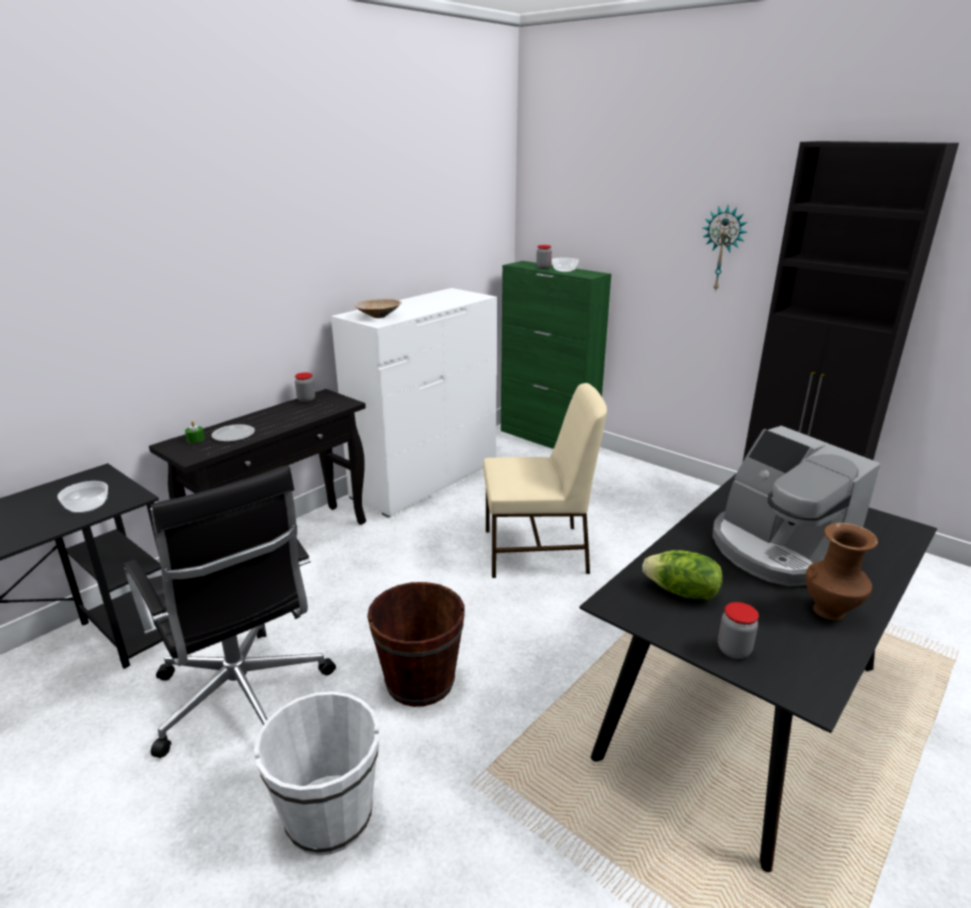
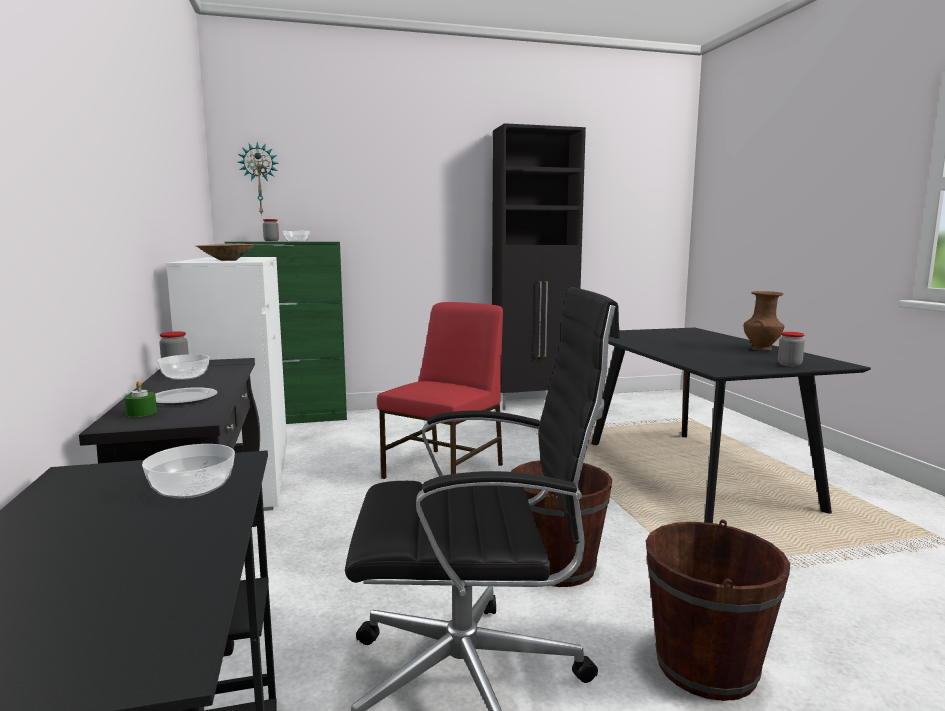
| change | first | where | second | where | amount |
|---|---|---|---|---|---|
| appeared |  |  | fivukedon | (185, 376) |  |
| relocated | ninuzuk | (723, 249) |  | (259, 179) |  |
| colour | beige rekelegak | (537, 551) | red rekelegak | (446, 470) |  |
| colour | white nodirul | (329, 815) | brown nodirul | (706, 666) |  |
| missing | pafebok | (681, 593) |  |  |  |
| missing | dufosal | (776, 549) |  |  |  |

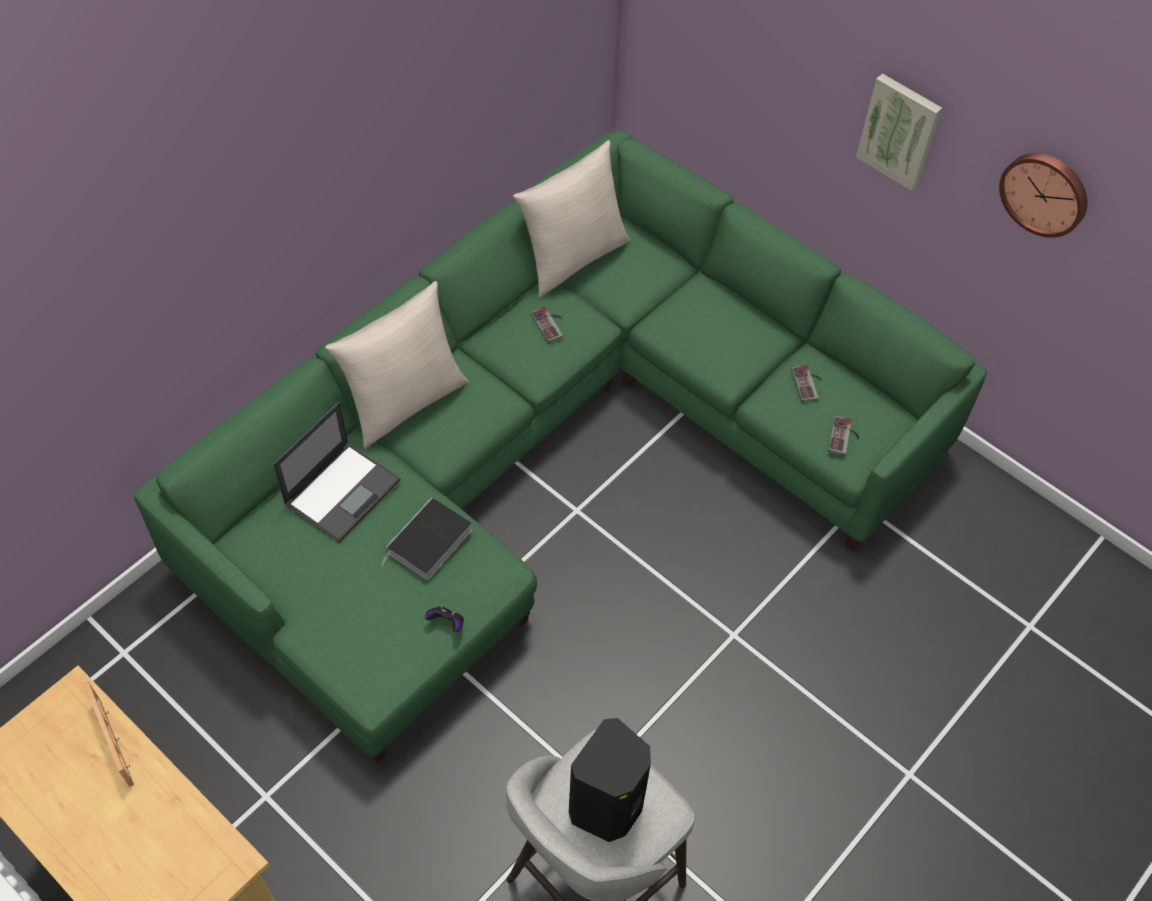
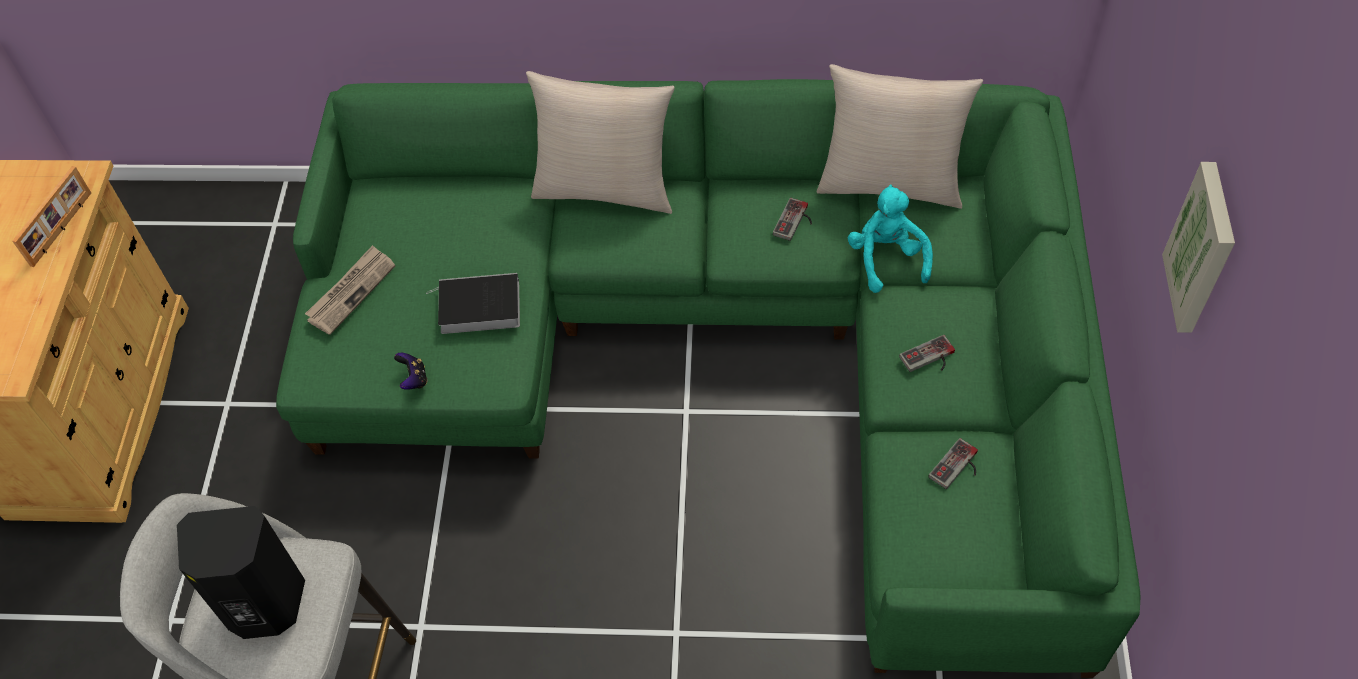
| change | first | where | second | where | amount |
|---|---|---|---|---|---|
| appeared |  |  | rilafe | (351, 291) |  |
| appeared |  |  | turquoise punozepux | (887, 258) |  |
| relocated | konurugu | (844, 437) |  | (930, 359) |  |
| missing | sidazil | (343, 491) |  |  |  |
| missing | ninuzuk | (1045, 192) |  |  |  |

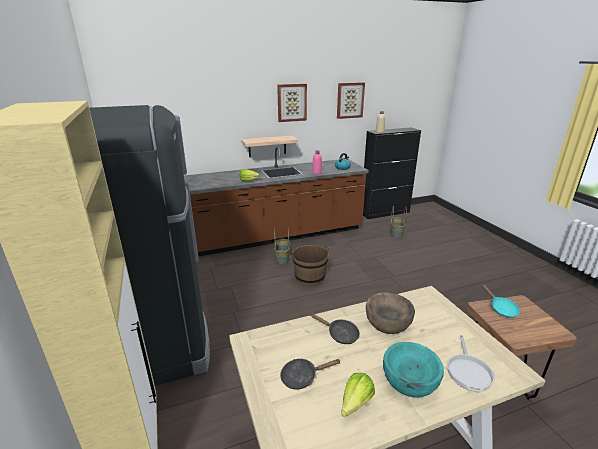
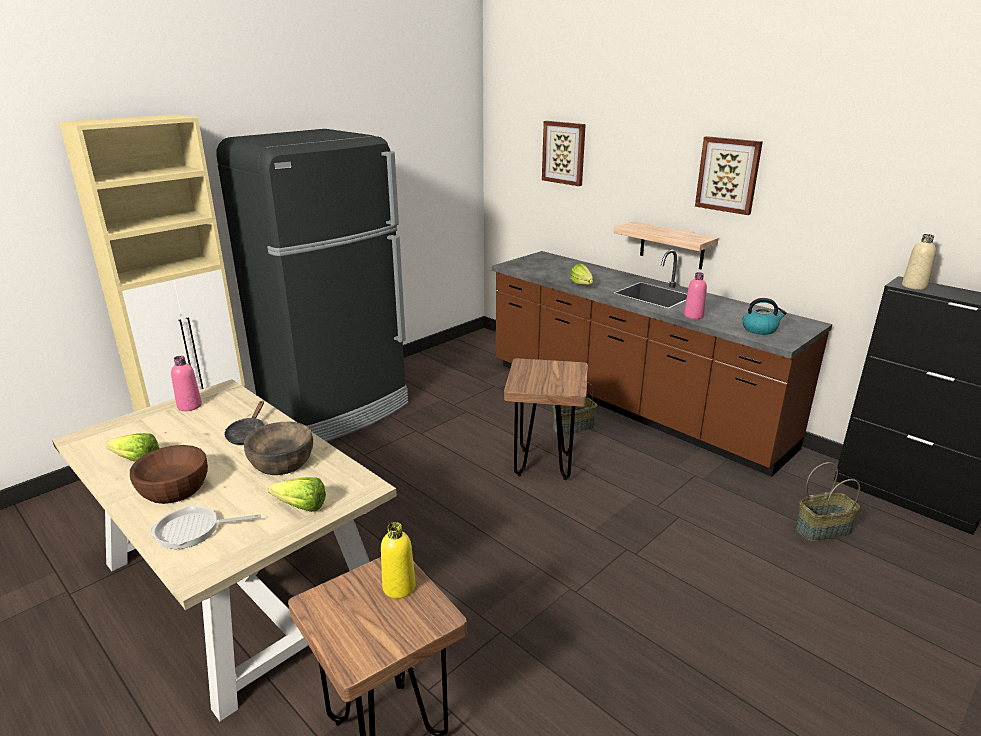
| change | first | where | second | where | amount |
|---|---|---|---|---|---|
| colour | turquoise fivukedon | (410, 380) | brown fivukedon | (174, 488) |  |
| appeared |  |  | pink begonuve | (189, 406) |  |
| appeared |  |  | pafebok | (298, 505) |  |
| exchanged | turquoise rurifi | (501, 309) | yellow begonuve | (399, 587) |  |
| exchanged | brown nodirul | (309, 277) | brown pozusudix | (544, 464) |  |
| relocated | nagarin | (350, 100) |  | (564, 153) |  |
| missing | black rurifi | (302, 377) |  |  |  |

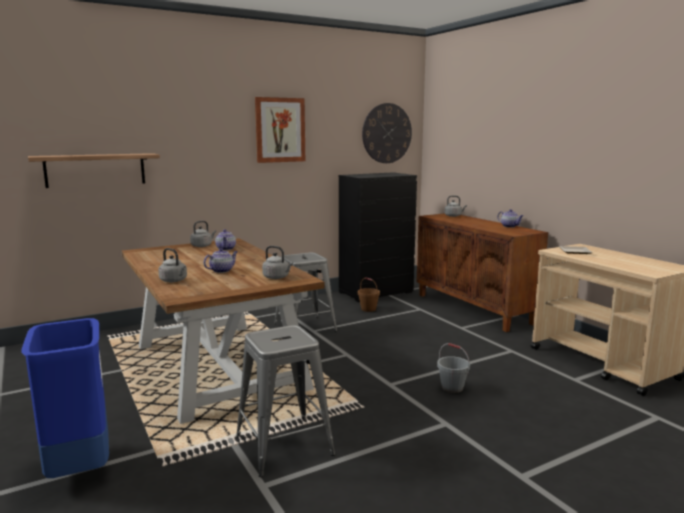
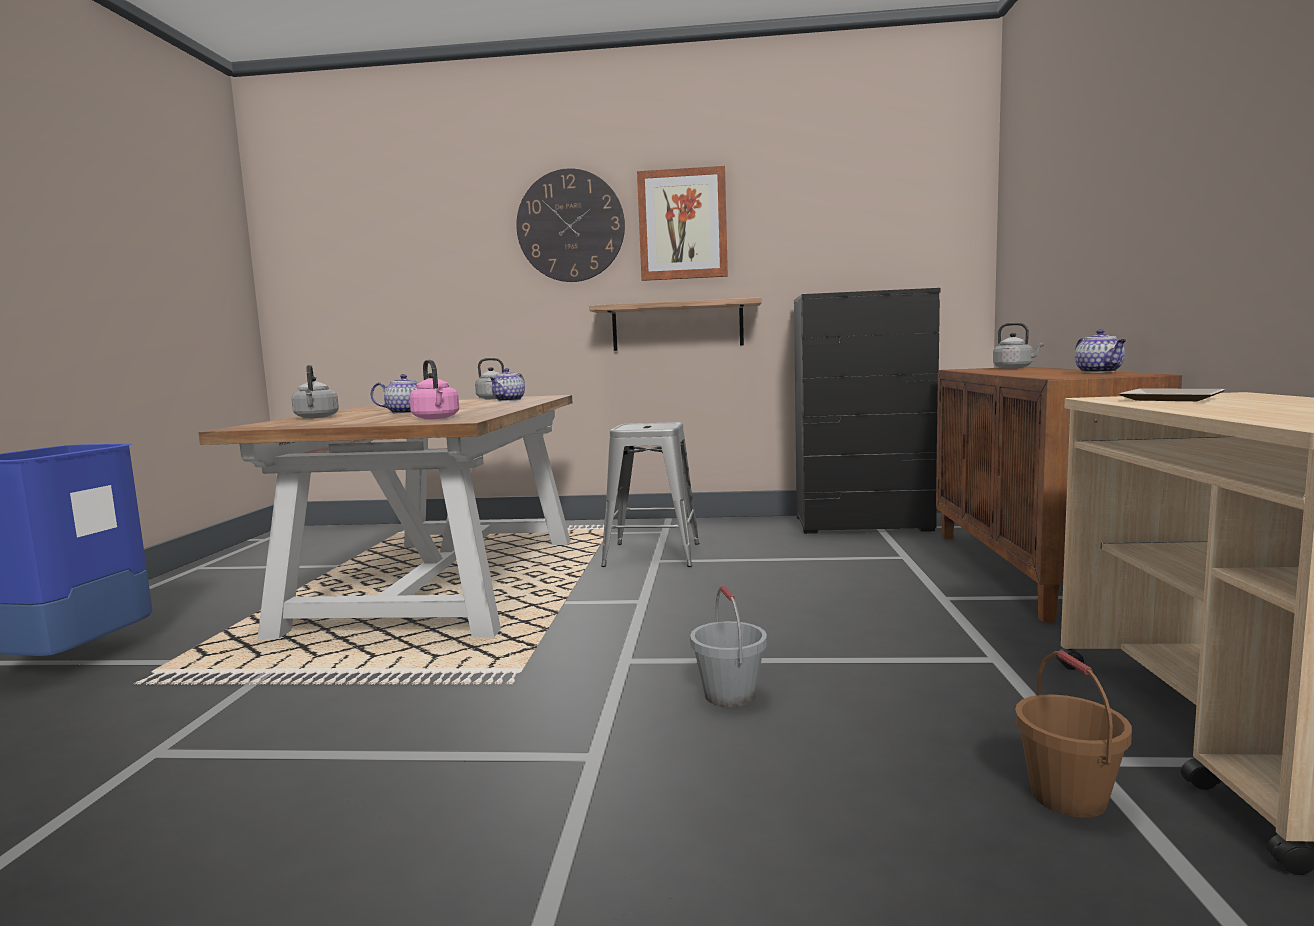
| change | first | where | second | where | amount |
|---|---|---|---|---|---|
| colour | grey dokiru | (277, 277) | pink dokiru | (436, 418) |  |
| relocated | ninuzuk | (387, 133) |  | (570, 226) |  |
| relocated | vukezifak | (95, 170) |  | (677, 326) |  |
| relocated | brown nodirul | (368, 309) |  | (1069, 797) |  |
| missing | grey pozusudix | (284, 445) |  |  |  |

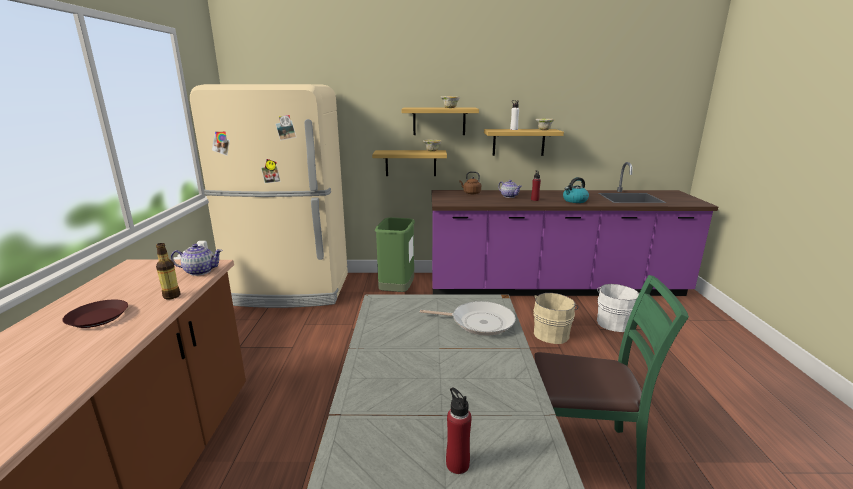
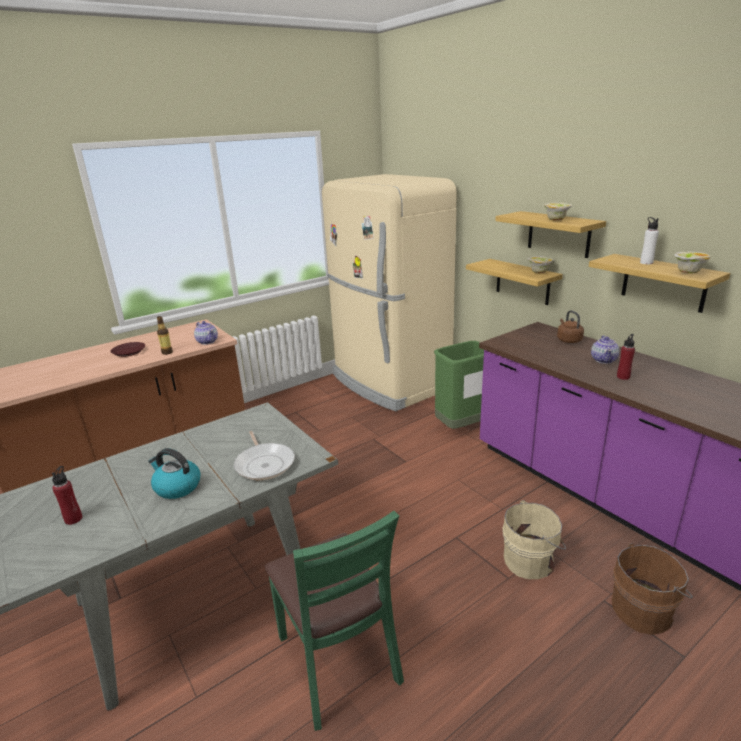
| change | first | where | second | where | amount |
|---|---|---|---|---|---|
| relocated | dokiru | (574, 200) |  | (177, 487) |  |
| colour | white nodirul | (614, 322) | brown nodirul | (644, 610) |  |

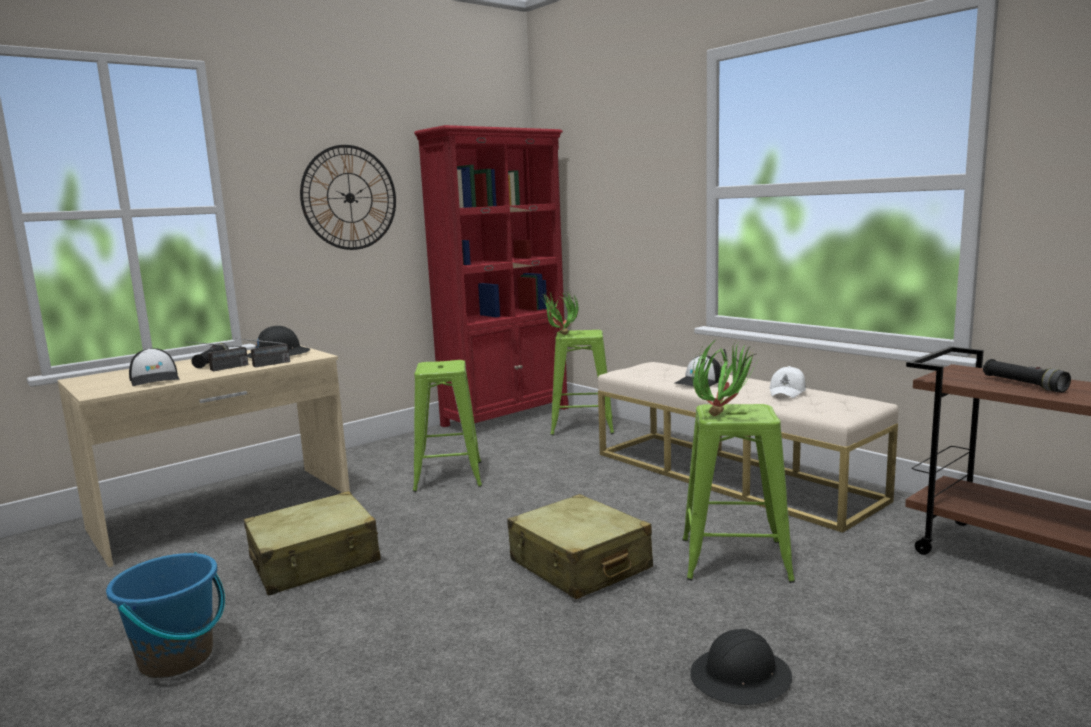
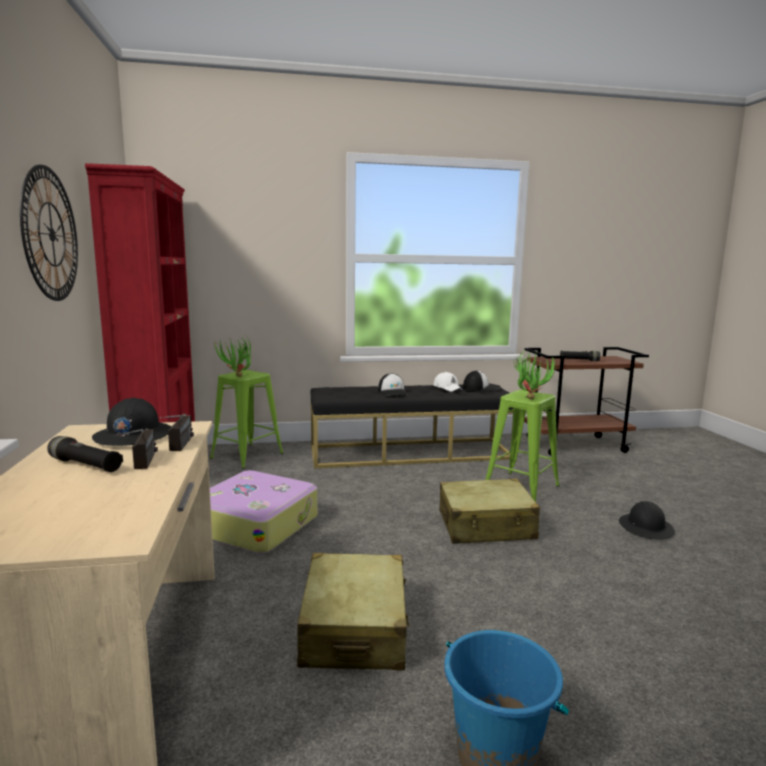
| change | first | where | second | where | amount |
|---|---|---|---|---|---|
| exchanged | green pozusudix | (448, 476) | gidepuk | (256, 524) |  |
| colour | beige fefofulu | (731, 476) | black fefofulu | (411, 453) |  |
| relocated | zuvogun | (155, 379) |  | (481, 388) |  |

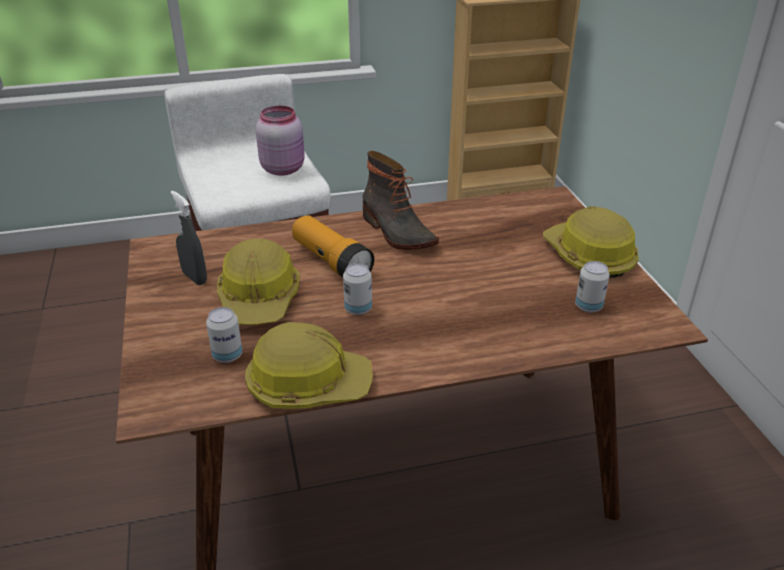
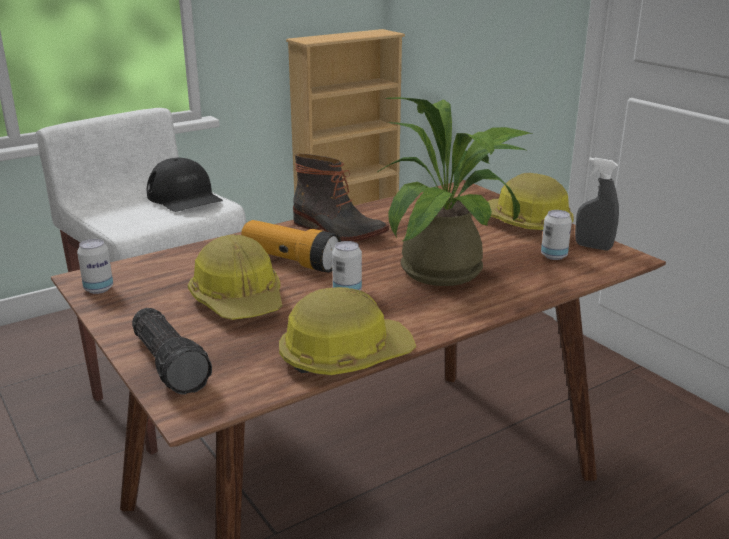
| change | first | where | second | where | amount |
|---|---|---|---|---|---|
| relocated | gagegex | (227, 355) |  | (99, 289) |  |
| appeared |  |  | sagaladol | (172, 363) |  |
| exchanged | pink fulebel | (283, 168) | black zuvogun | (185, 197) |  |
| appeared |  |  | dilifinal | (451, 269) |  |
| relocated | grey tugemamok | (194, 277) |  | (593, 247) |  |

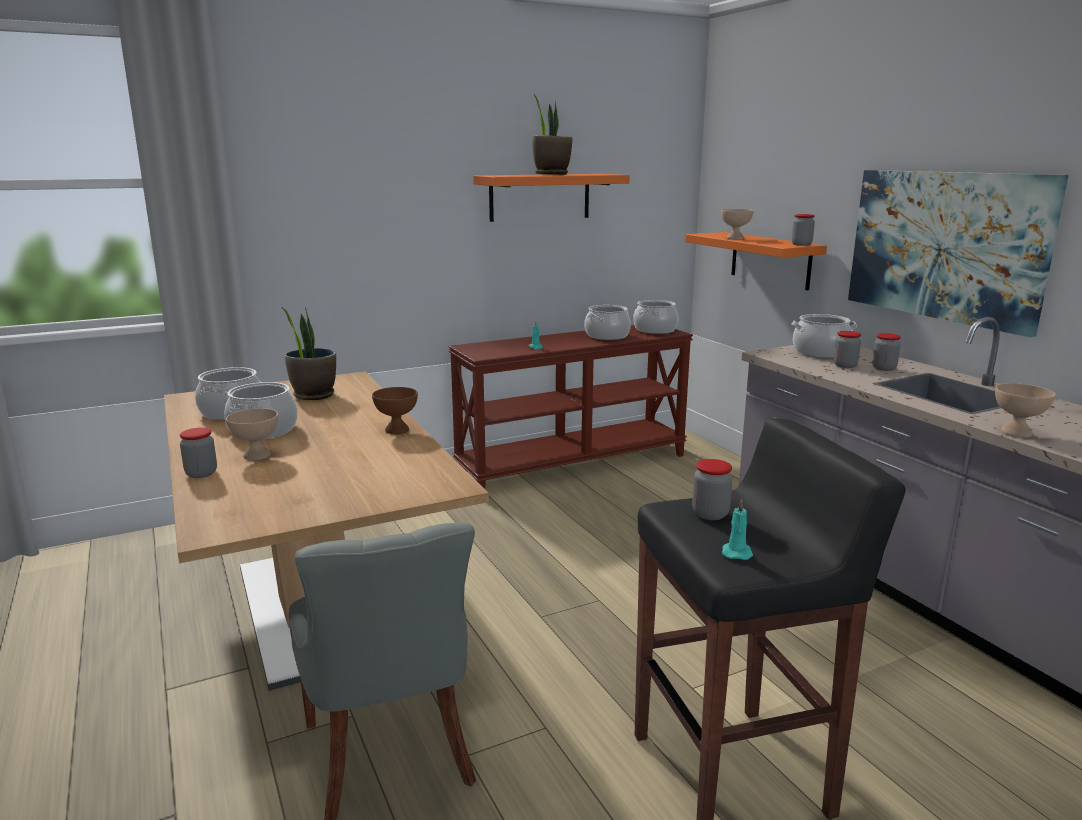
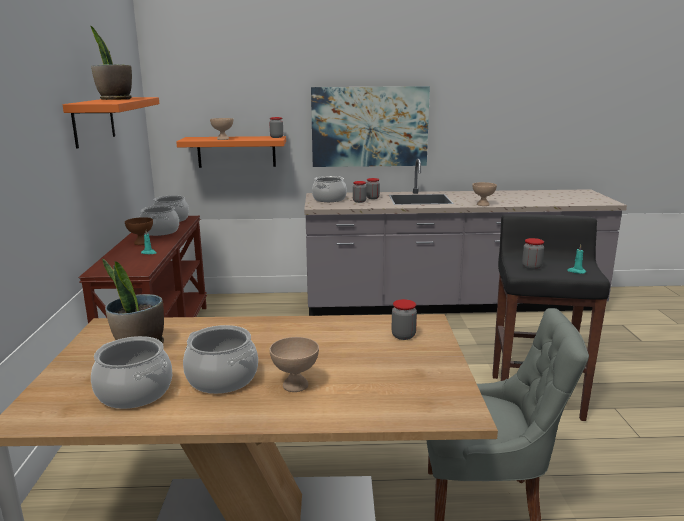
| change | first | where | second | where | amount |
|---|---|---|---|---|---|
| relocated | brown fivukedon | (398, 430) |  | (142, 243) |  |
| relocated | fulebel | (201, 473) |  | (403, 336) |  |

